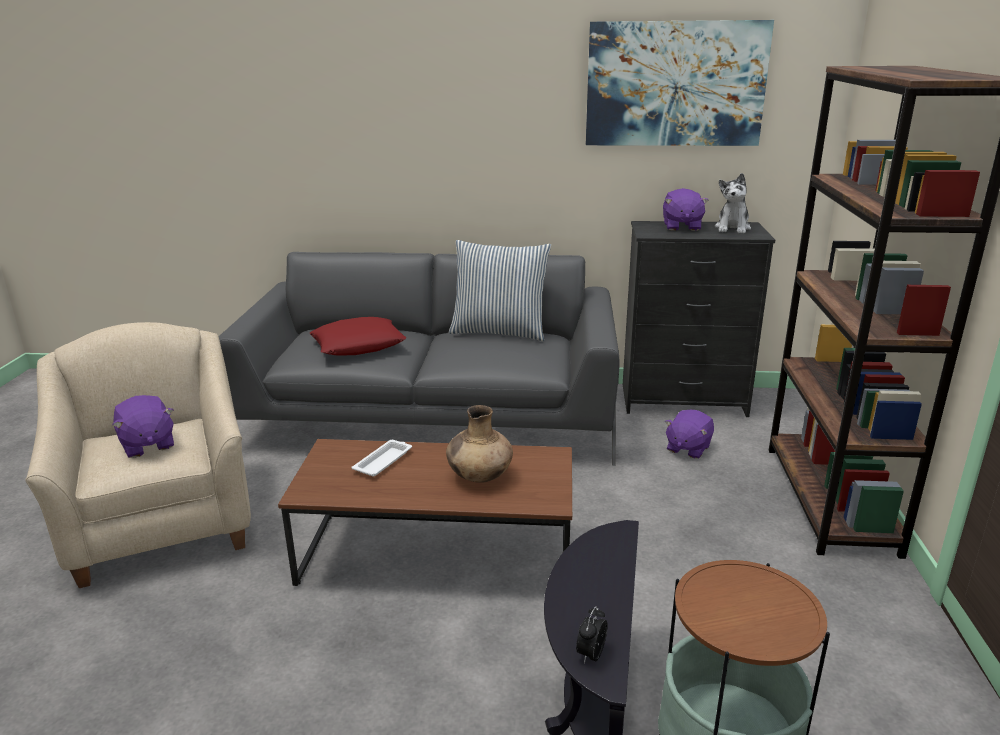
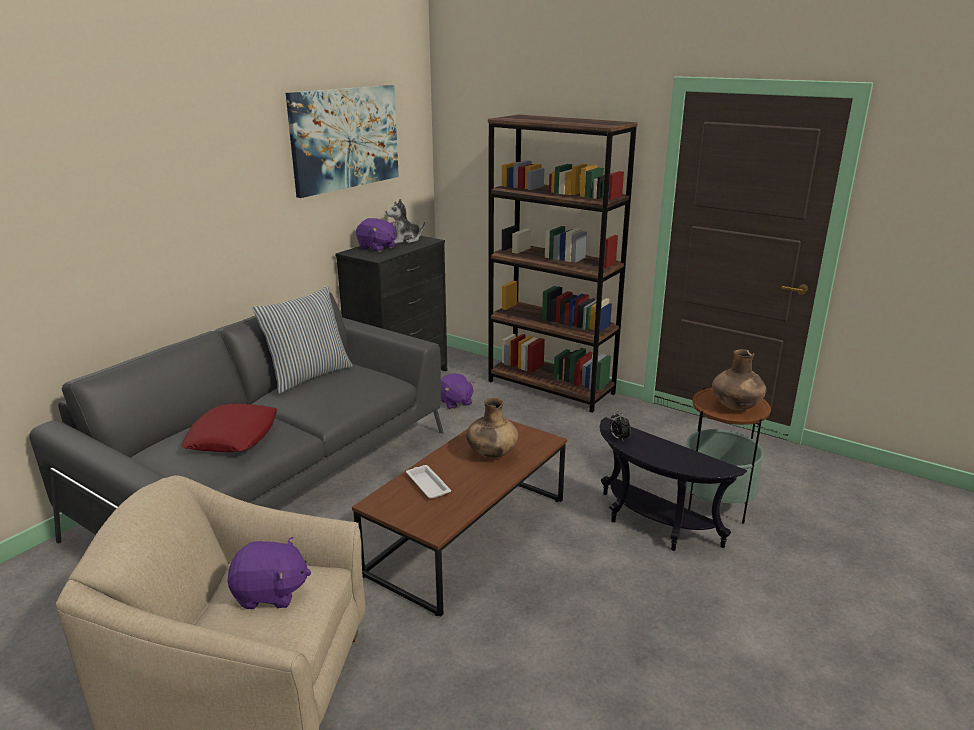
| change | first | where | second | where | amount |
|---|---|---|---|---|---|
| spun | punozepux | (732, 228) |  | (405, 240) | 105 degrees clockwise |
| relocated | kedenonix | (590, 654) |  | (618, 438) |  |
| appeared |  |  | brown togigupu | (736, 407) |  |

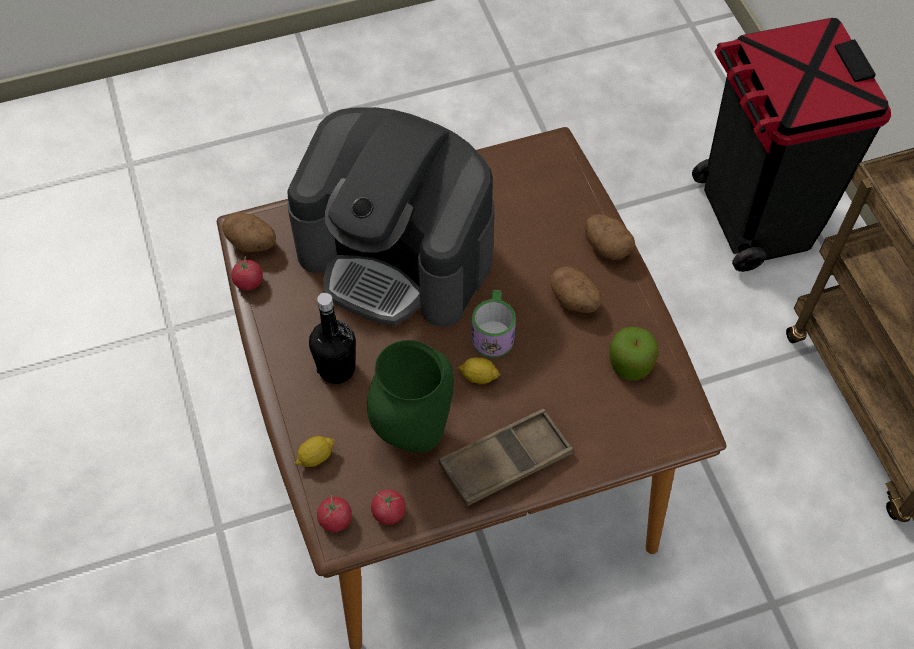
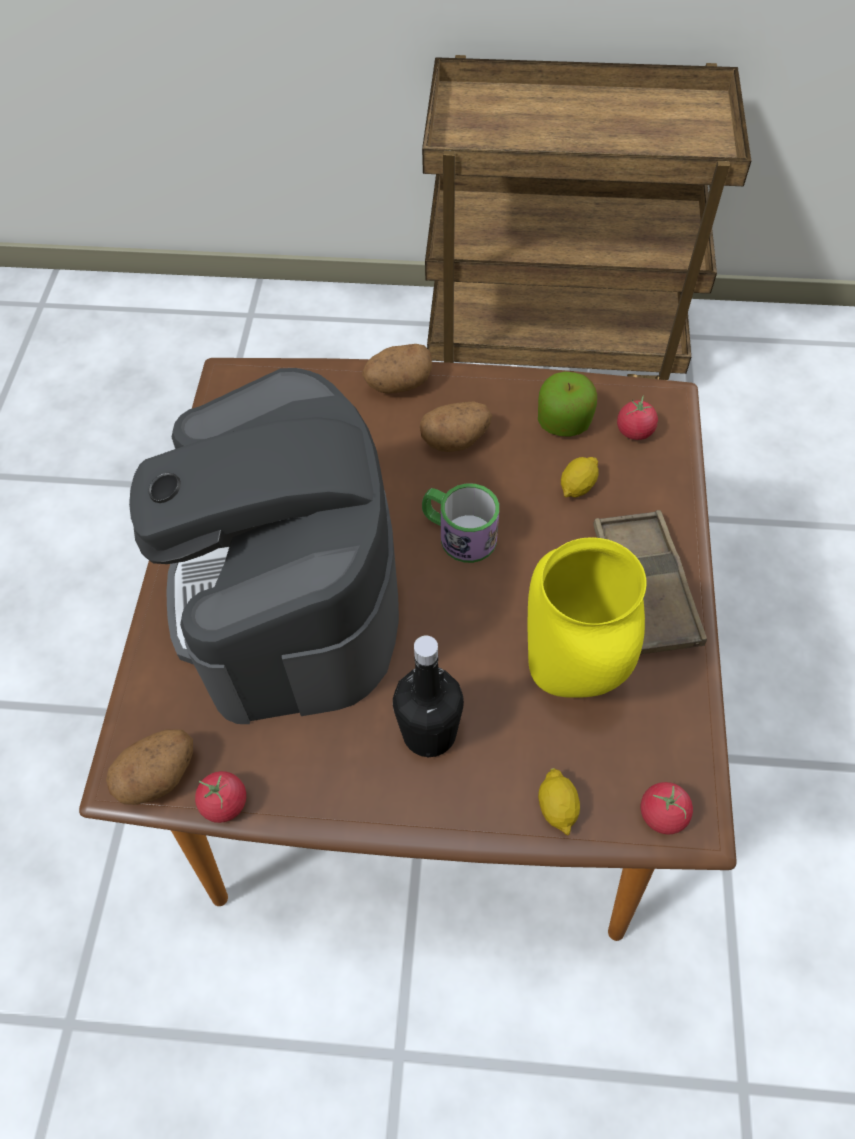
| change | first | where | second | where | amount |
|---|---|---|---|---|---|
| spun | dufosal | (397, 255) |  | (289, 597) | 120 degrees clockwise |
| colour | green togigupu | (412, 433) | yellow togigupu | (566, 675) |  |
| relocated | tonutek | (478, 376) |  | (577, 486) |  |
| relocated | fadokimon | (389, 512) |  | (634, 431) |  |
| missing | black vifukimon | (754, 218) |  |  |  |

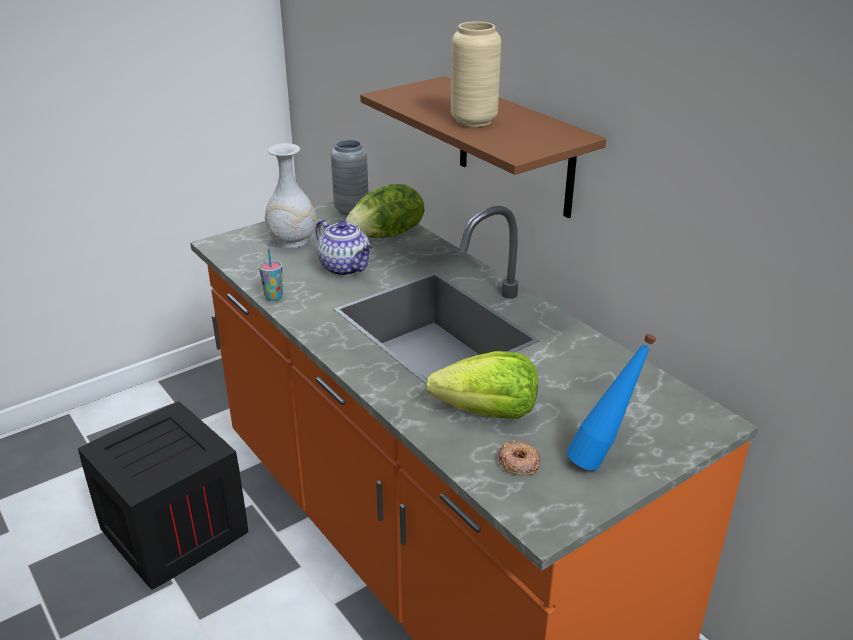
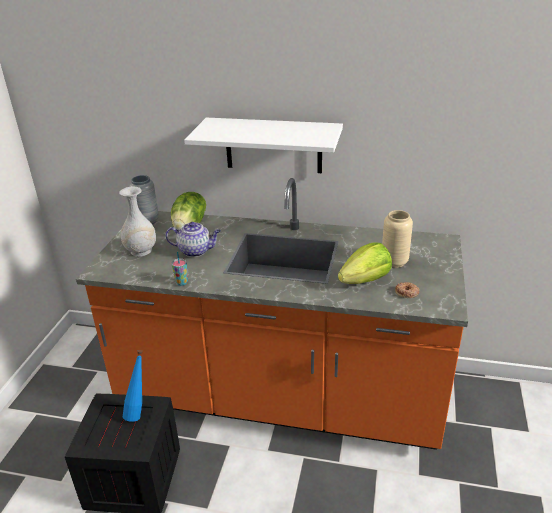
| change | first | where | second | where | amount |
|---|---|---|---|---|---|
| relocated | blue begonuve | (601, 459) |  | (139, 412) |  |
| colour | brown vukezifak | (515, 147) | white vukezifak | (273, 145) |  |
| relocated | beige togigupu | (474, 121) |  | (394, 262) |  |

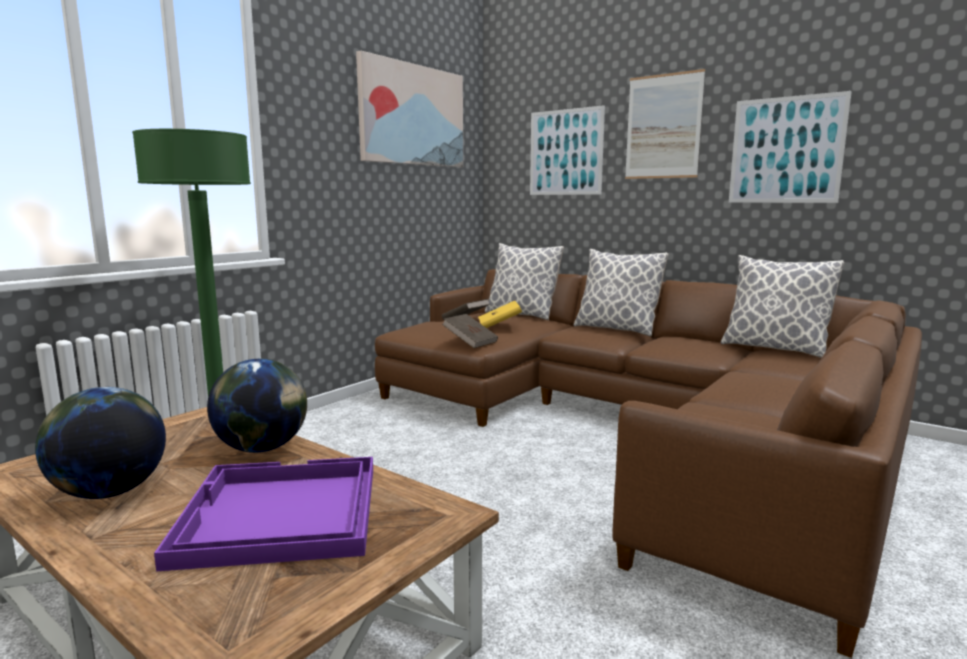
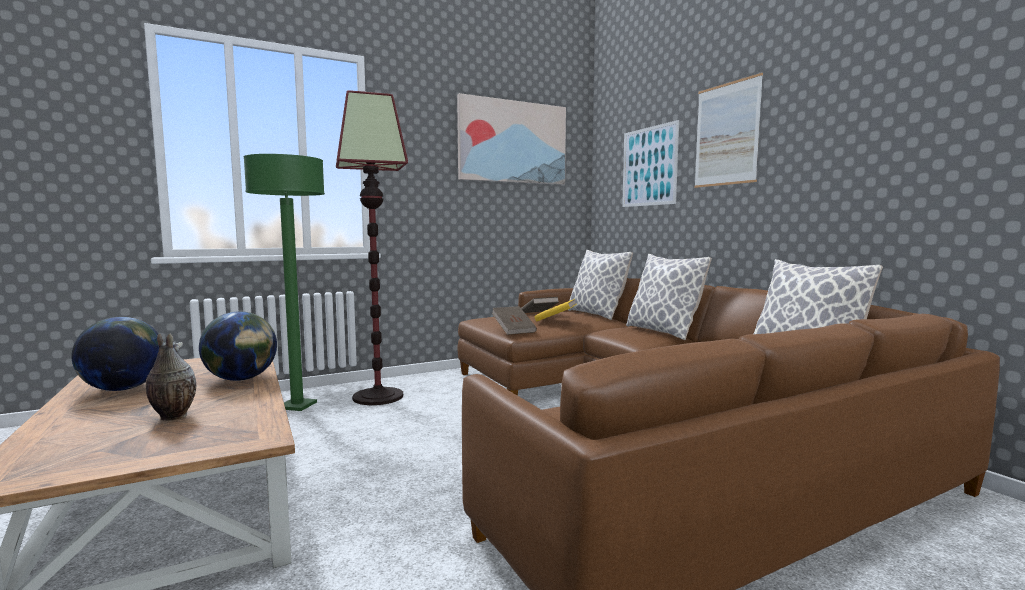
| change | first | where | second | where | amount |
|---|---|---|---|---|---|
| exchanged | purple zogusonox | (279, 514) | togigupu | (172, 417) |  |
| appeared |  |  | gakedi | (378, 396) |  |
| missing | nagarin | (786, 150) |  |  |  |

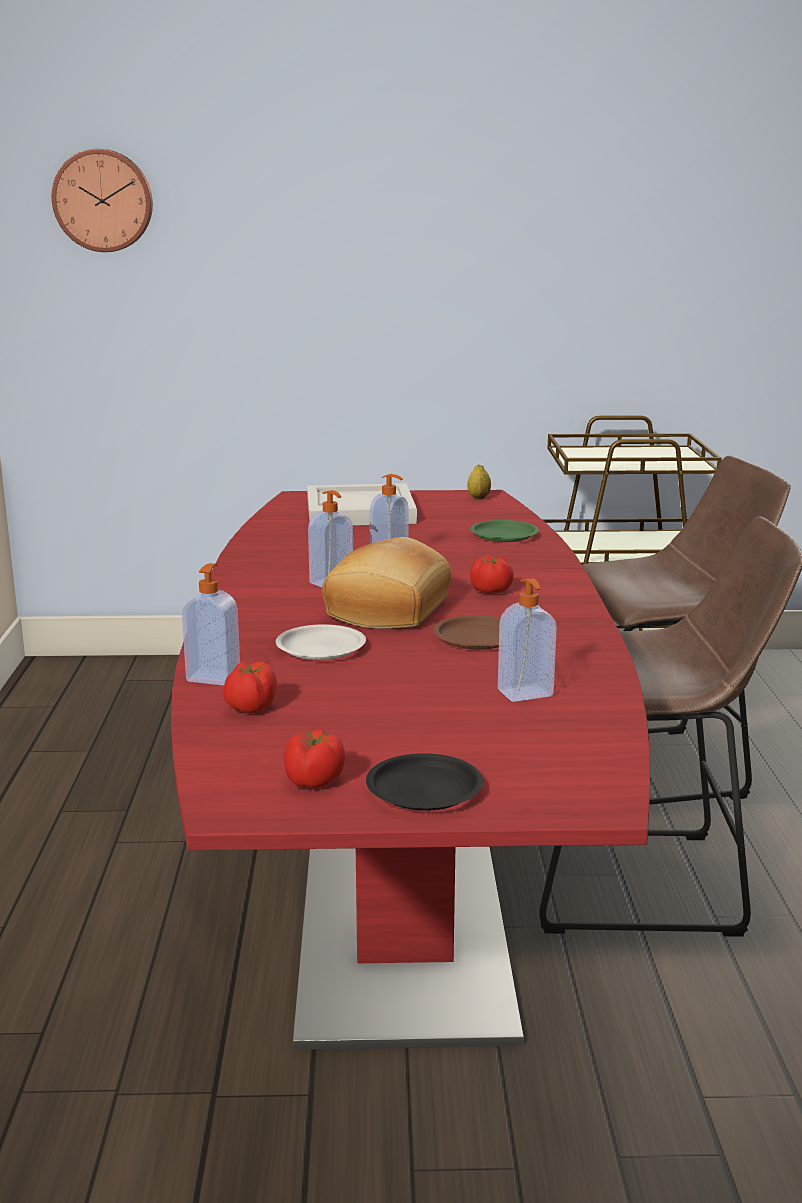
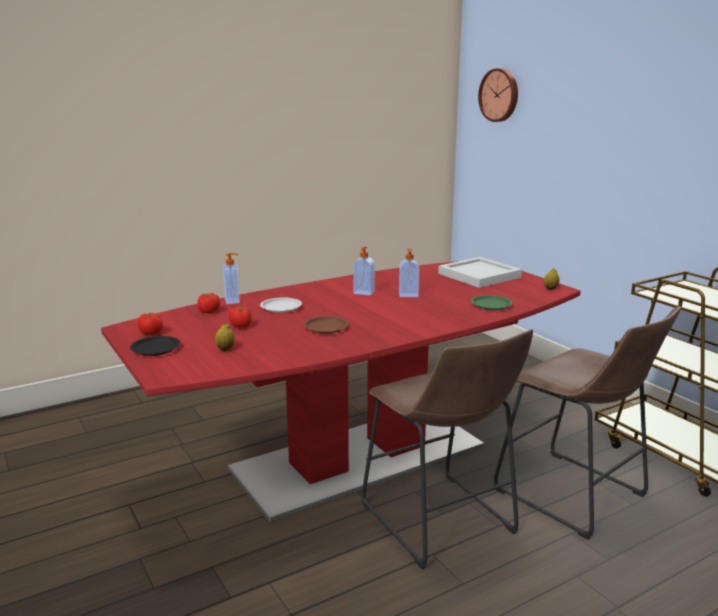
| change | first | where | second | where | amount |
|---|---|---|---|---|---|
| appeared |  |  | tonutek | (225, 349) |  |
| relocated | fadokimon | (491, 591) |  | (241, 326) |  |
| missing | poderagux | (391, 610) |  |  |  |
| missing | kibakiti | (526, 694) |  |  |  |

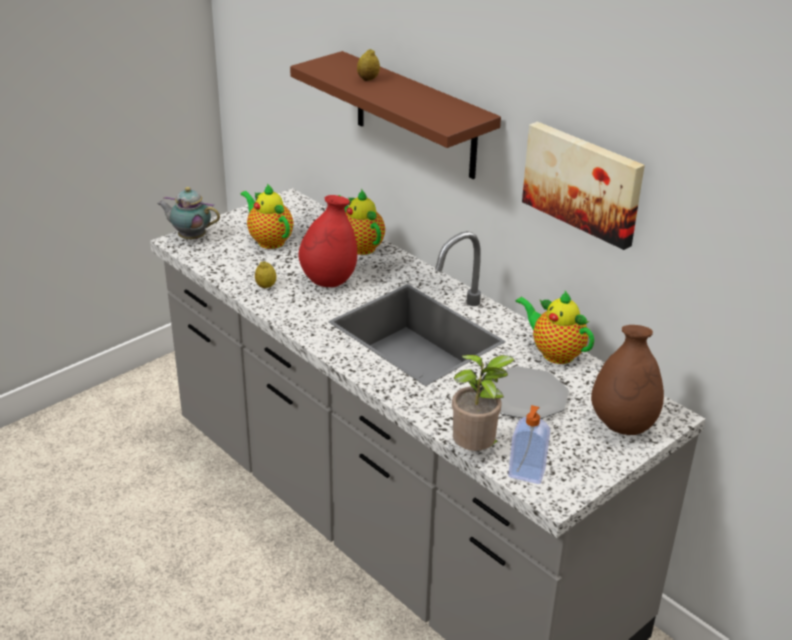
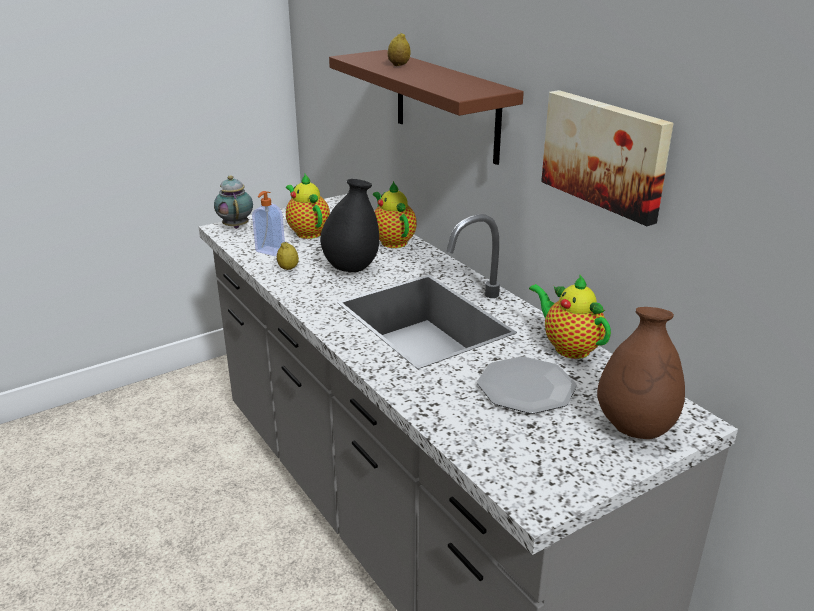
| change | first | where | second | where | amount |
|---|---|---|---|---|---|
| spun | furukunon | (190, 237) |  | (236, 226) | 45 degrees clockwise |
| relocated | kibakiti | (526, 474) |  | (270, 251) |  |
| colour | red togigupu | (329, 281) | black togigupu | (351, 268) |  |
| missing | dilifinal | (476, 451) |  |  |  |

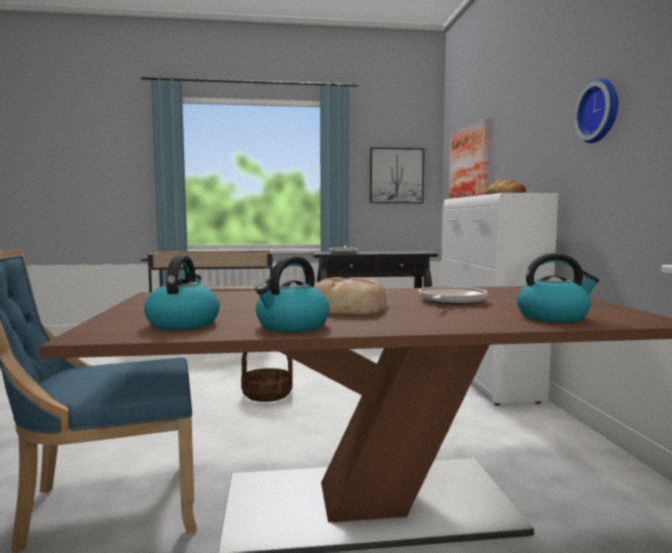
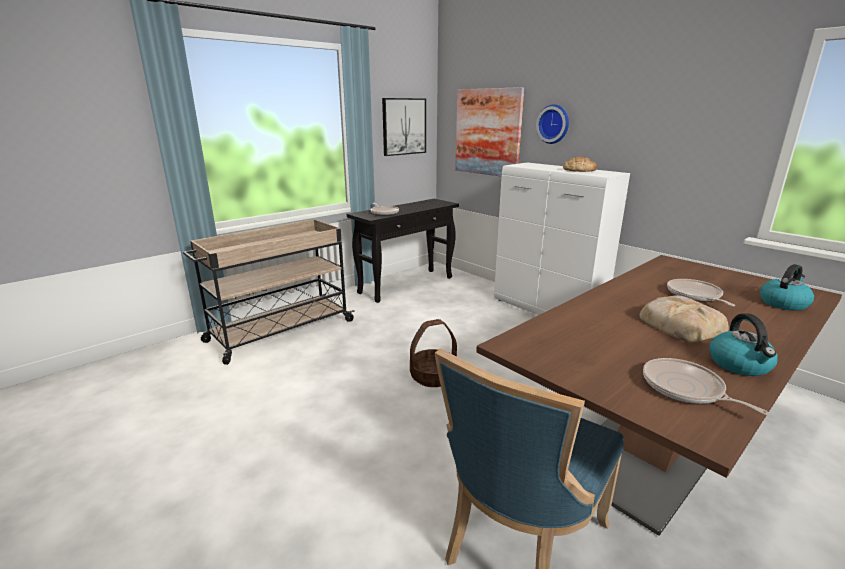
| change | first | where | second | where | amount |
|---|---|---|---|---|---|
| relocated | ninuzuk | (601, 111) |  | (554, 124) |  |
| exchanged | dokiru | (183, 323) | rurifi | (685, 389) |  |

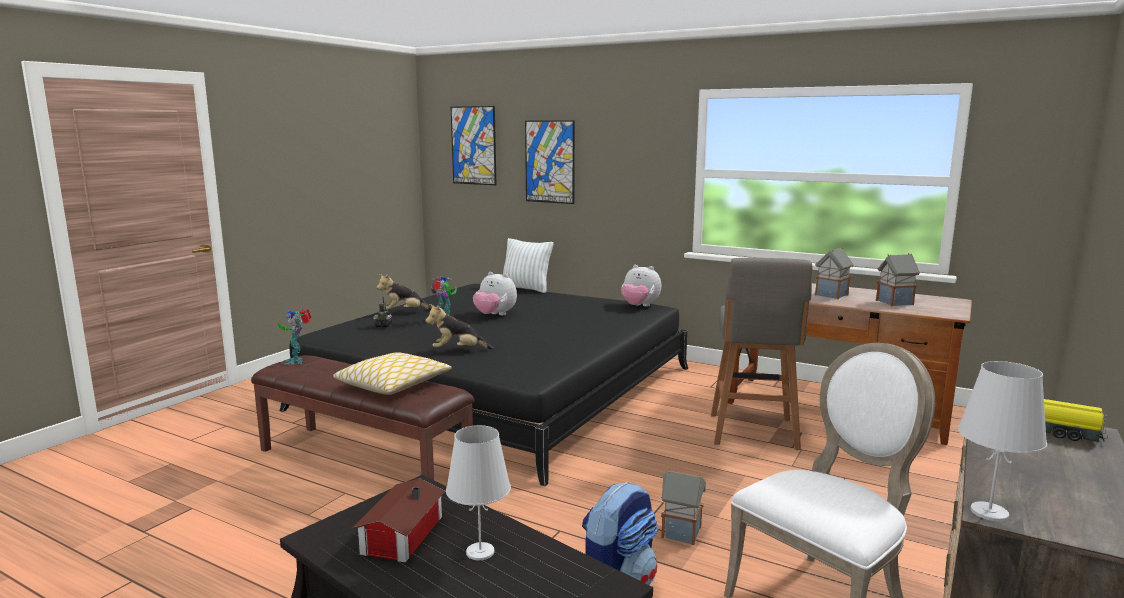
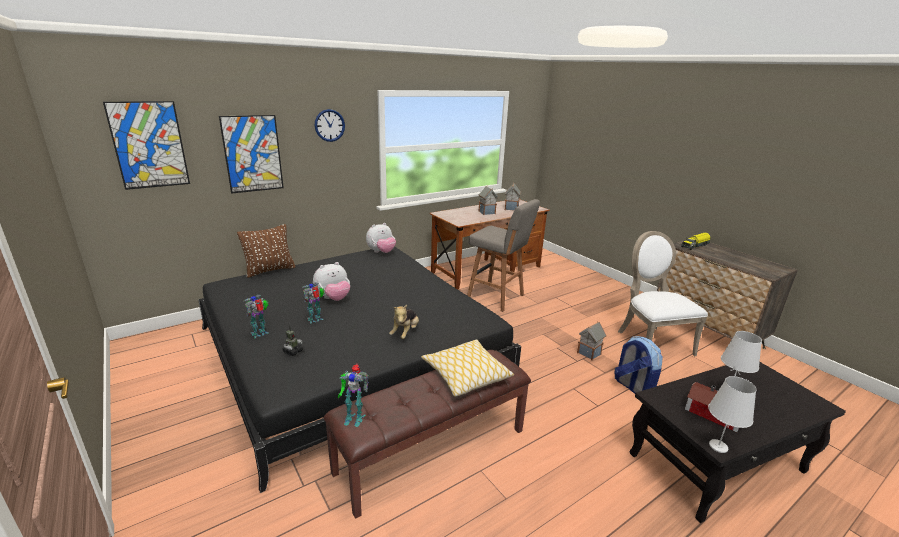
| change | first | where | second | where | amount |
|---|---|---|---|---|---|
| colour | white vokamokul | (526, 289) | brown vokamokul | (270, 270) |  |
| exchanged | punozepux | (404, 312) | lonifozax | (260, 333) |  |
| appeared |  |  | ninuzuk | (329, 125) |  |
| relocated | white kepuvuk | (989, 512) |  | (718, 446) |  |

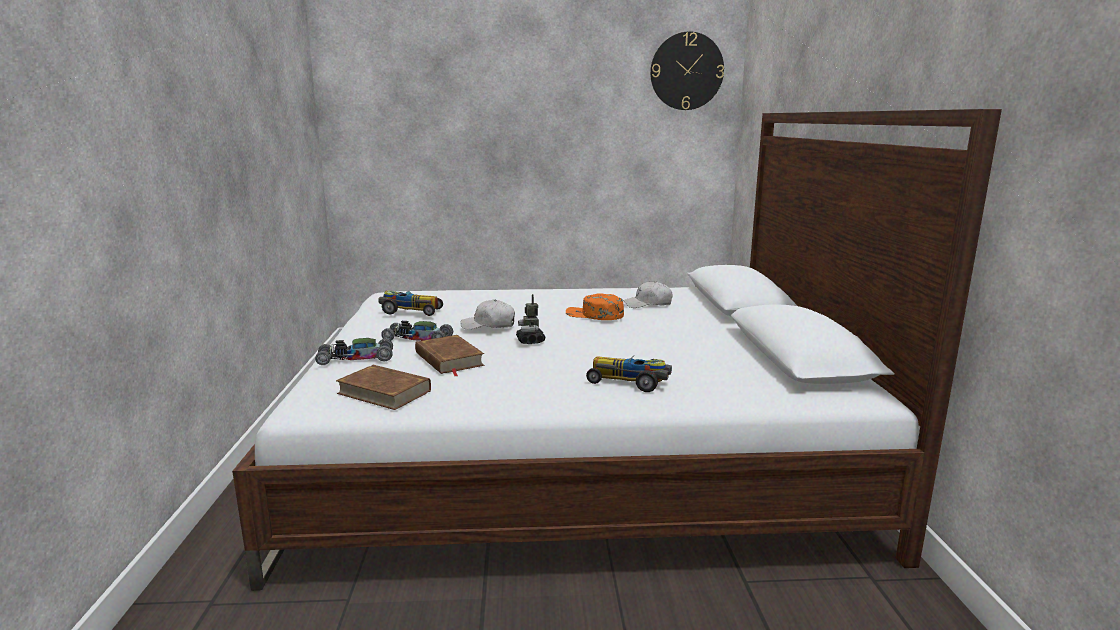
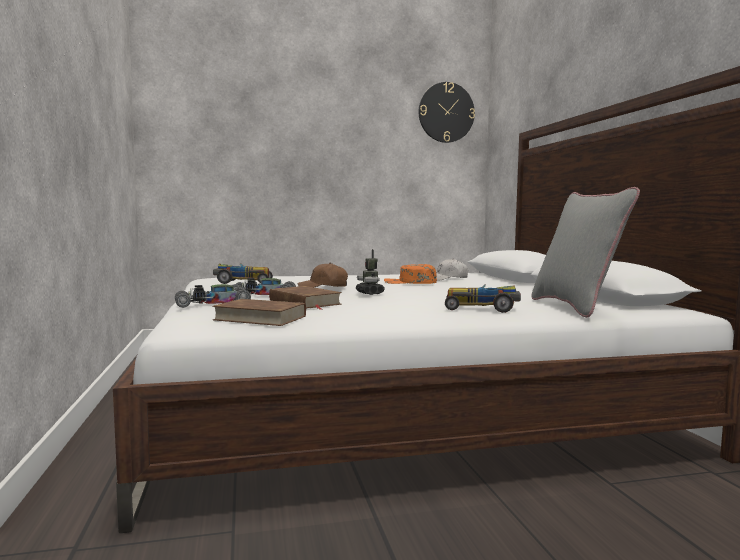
| change | first | where | second | where | amount |
|---|---|---|---|---|---|
| colour | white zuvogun | (489, 325) | brown zuvogun | (323, 287) |  |
| appeared |  |  | grey vokamokul | (576, 307) |  |

